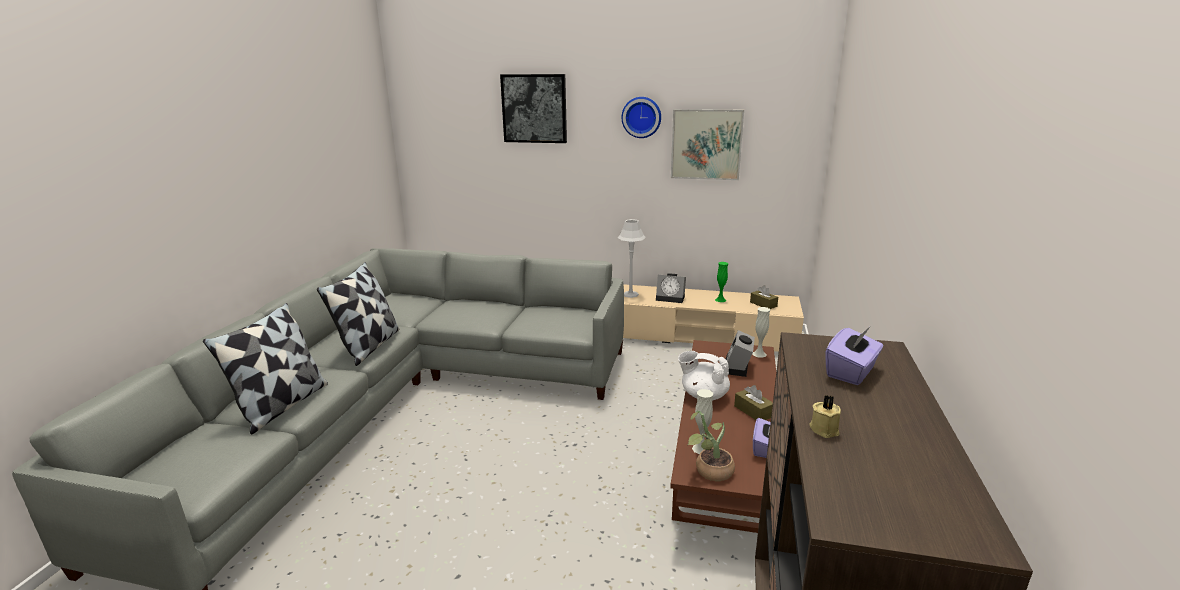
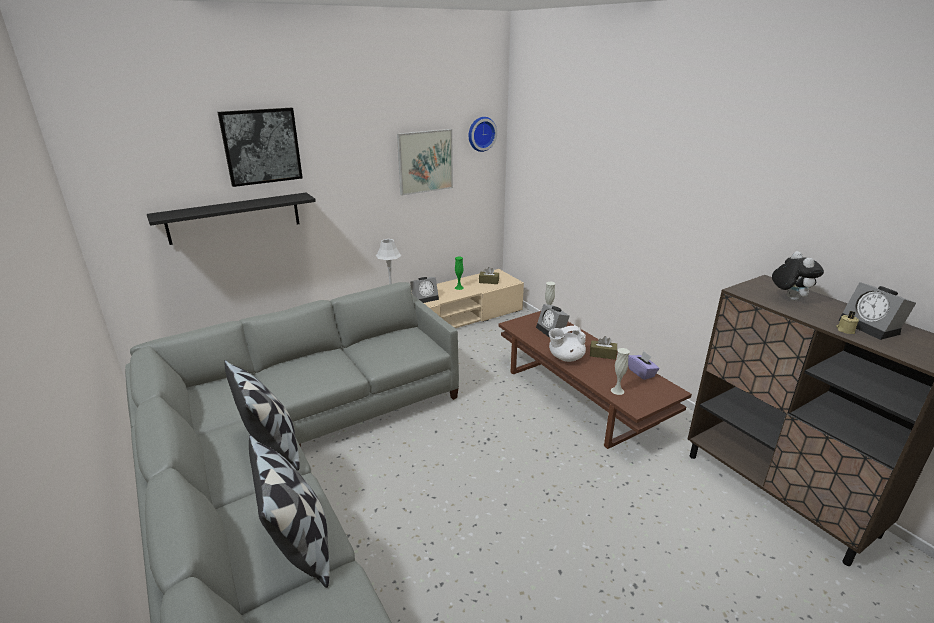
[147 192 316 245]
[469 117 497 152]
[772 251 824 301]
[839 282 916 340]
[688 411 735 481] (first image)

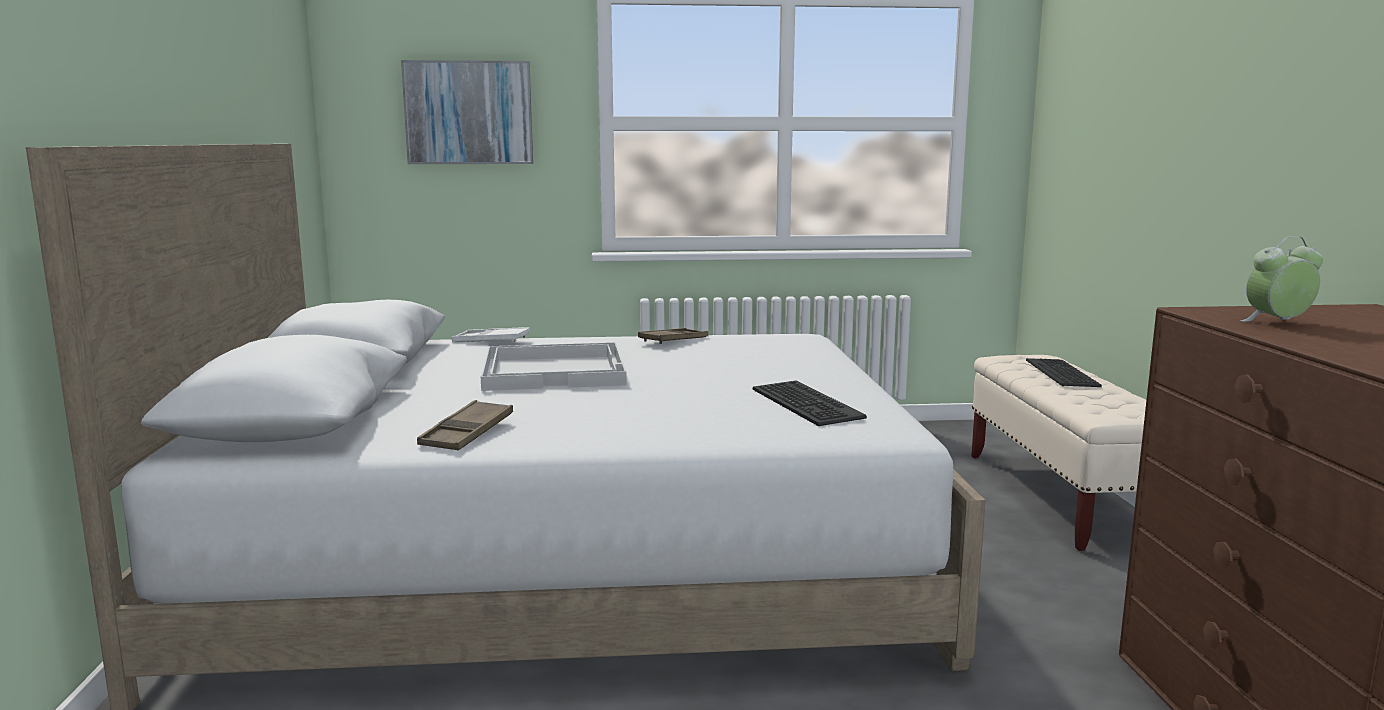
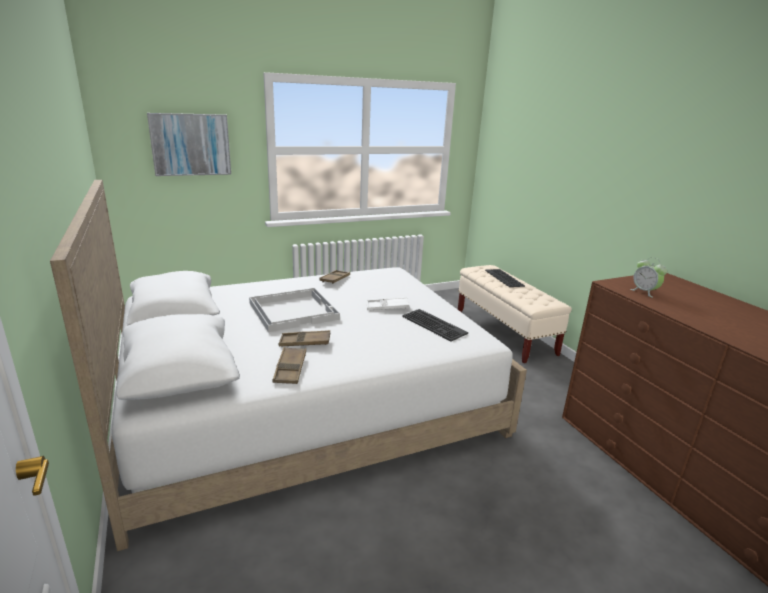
[279 330 330 346]
[367 297 409 310]
[630 257 667 298]

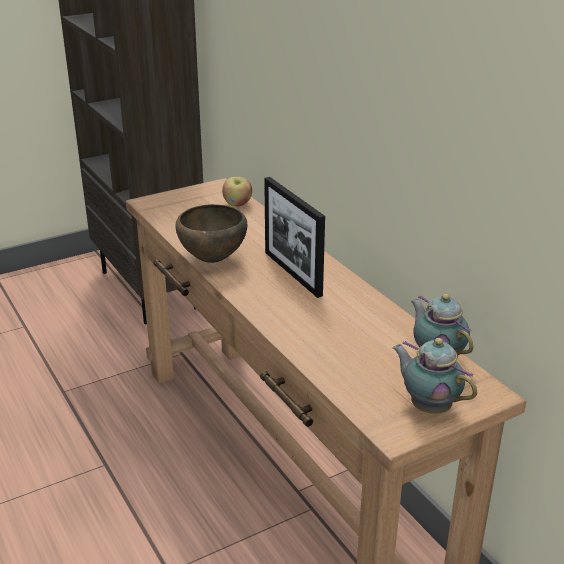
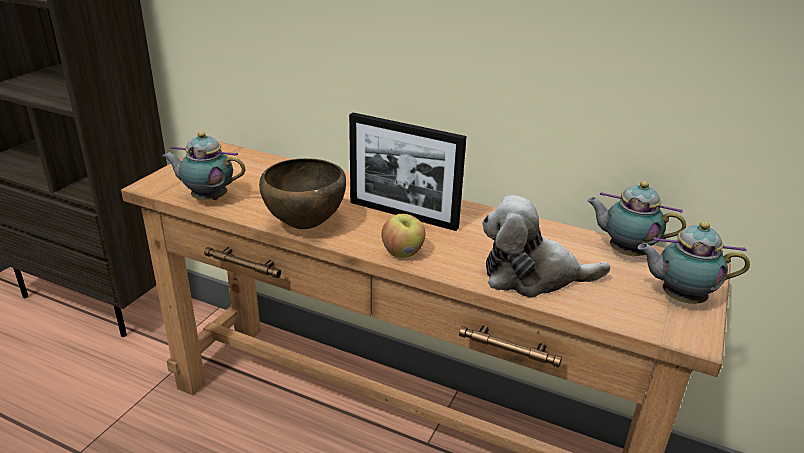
[162 132 246 200]
[381 214 425 258]
[482 195 610 298]

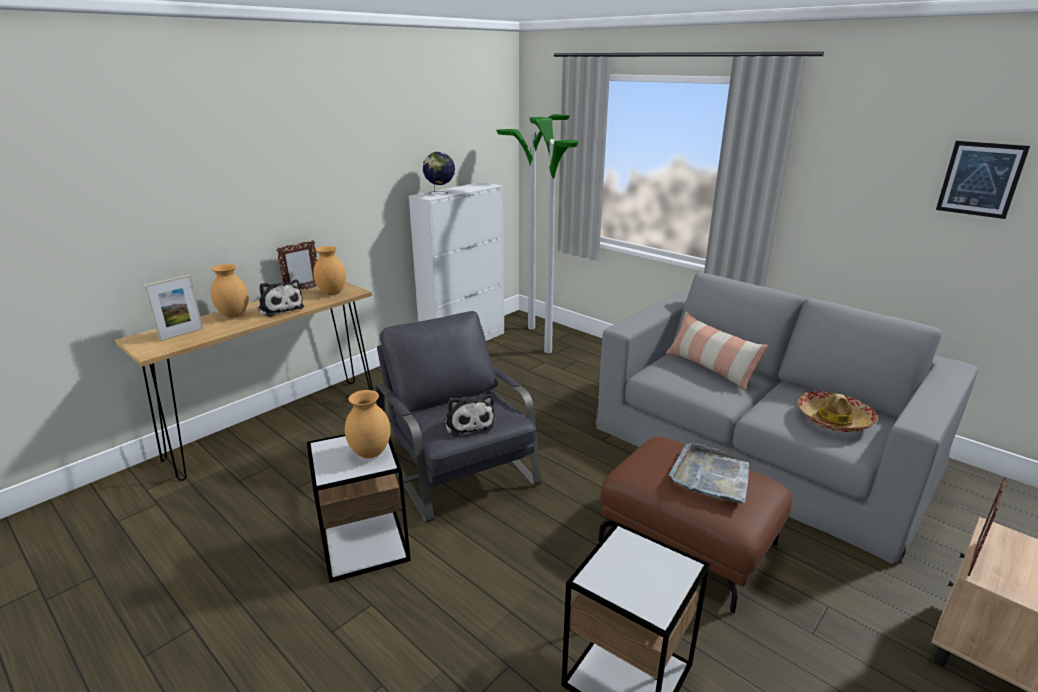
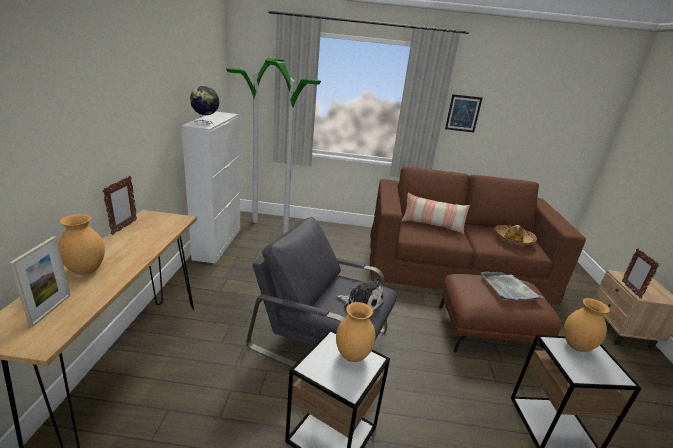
[369 167 586 305]
[445 94 482 132]
[564 298 610 352]
[258 279 304 317] (first image)

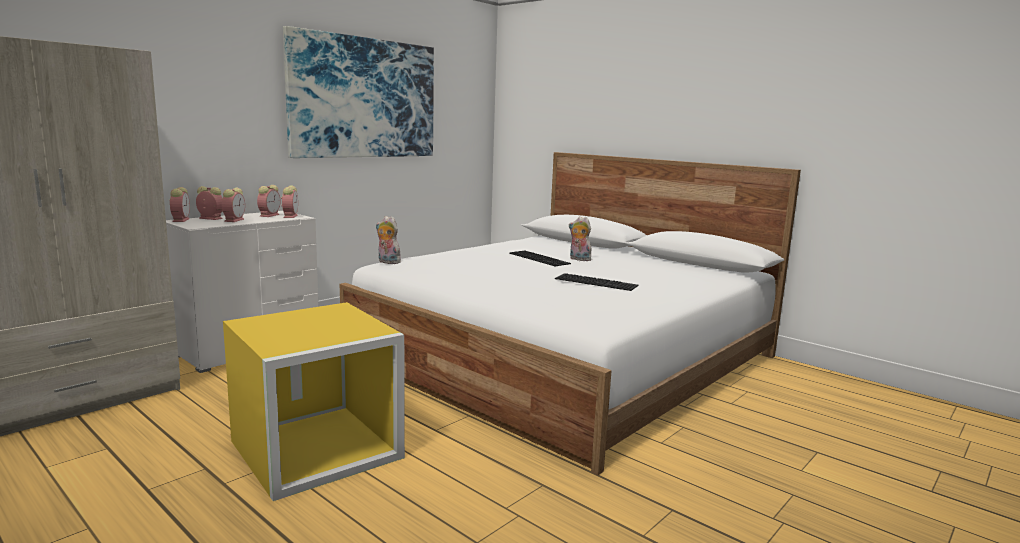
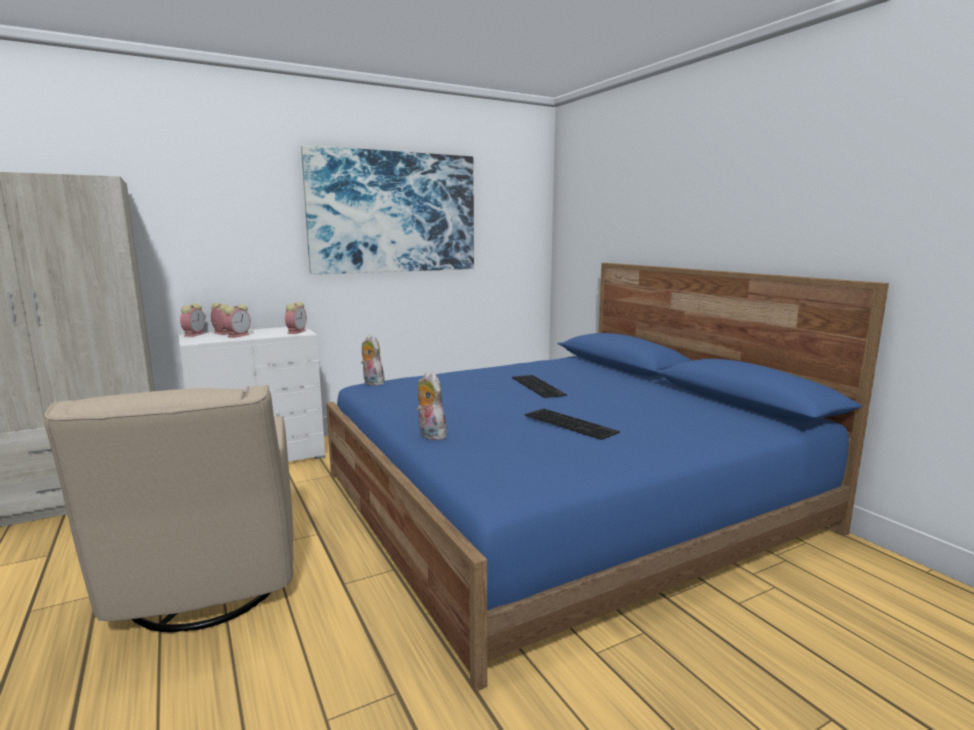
[44 385 294 633]
[326 263 889 692]
[417 371 449 440]
[257 185 281 217] (first image)

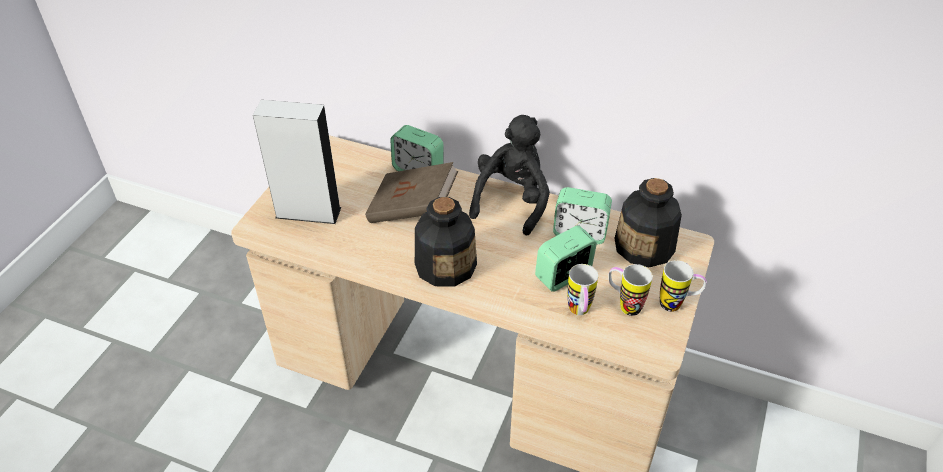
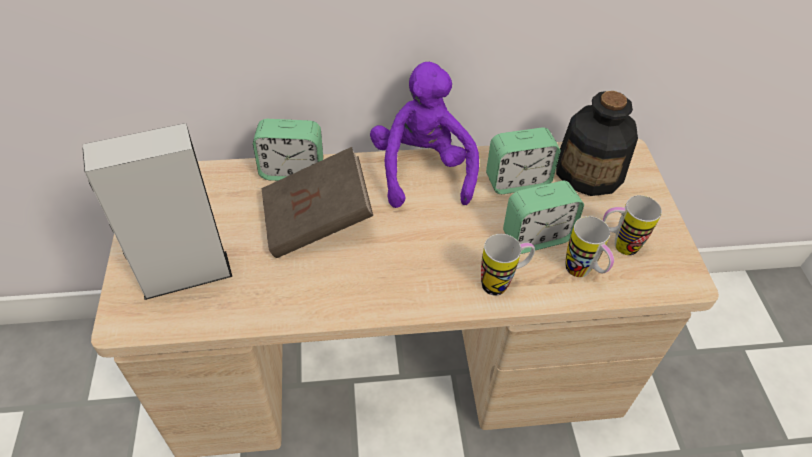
[370 62 479 208]
[481 234 535 296]
[503 181 584 254]
[415 197 477 287] (first image)

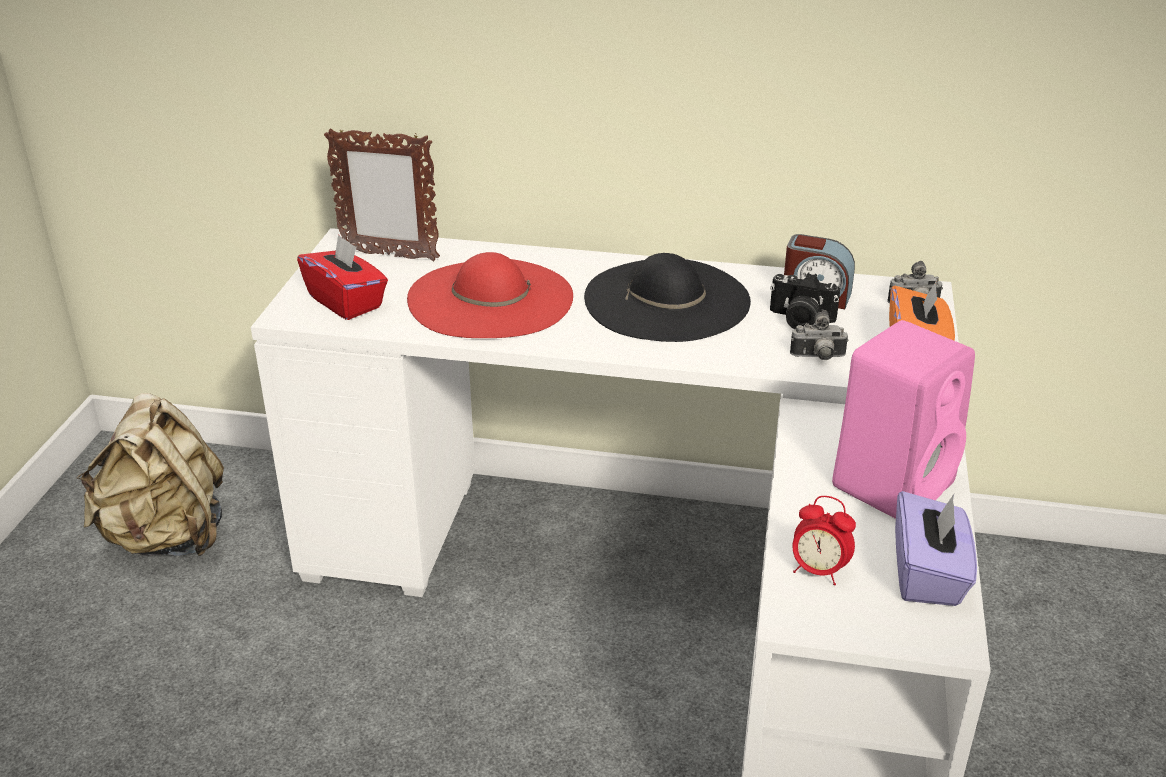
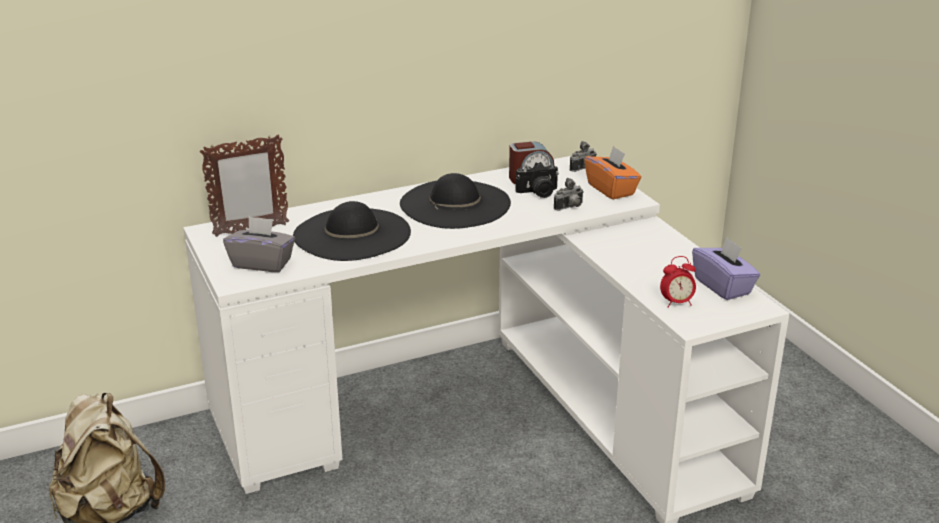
[223 216 295 272]
[293 201 411 261]
[832 320 975 519] (first image)

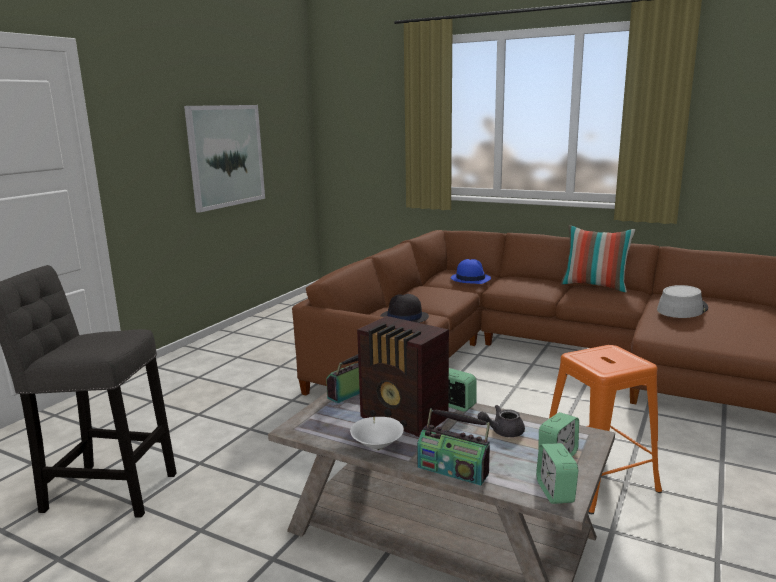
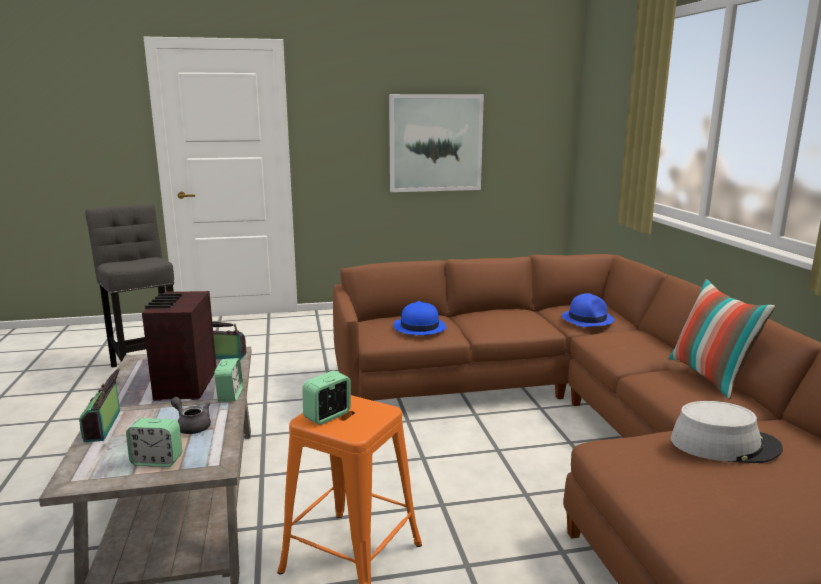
[302 371 351 425]
[394 301 446 335]
[350 417 404 451] (first image)

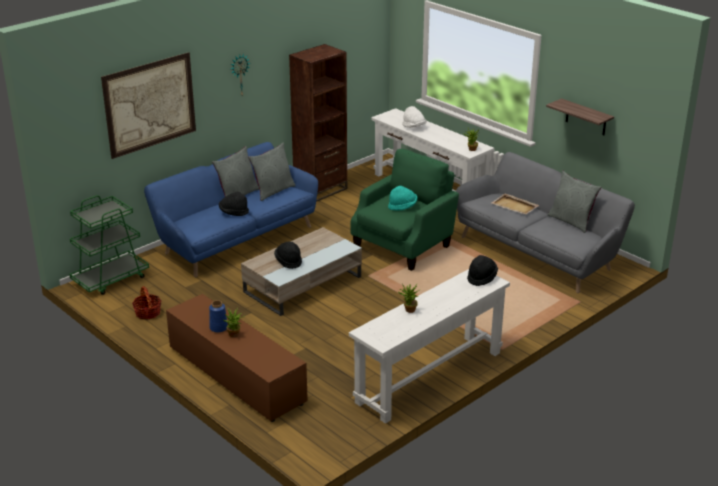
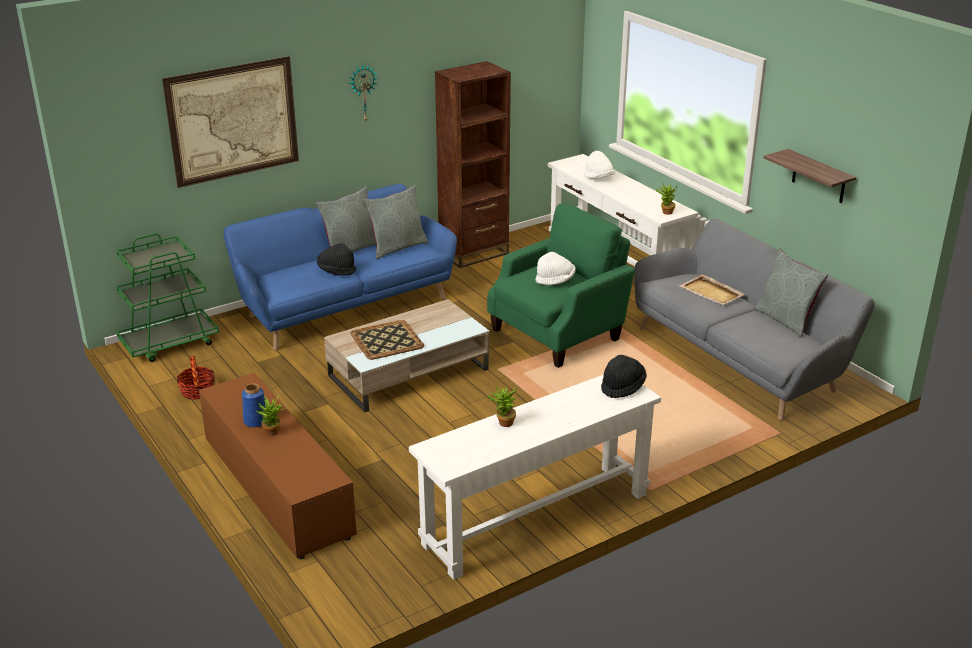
[350 320 424 360]
[535 252 575 285]

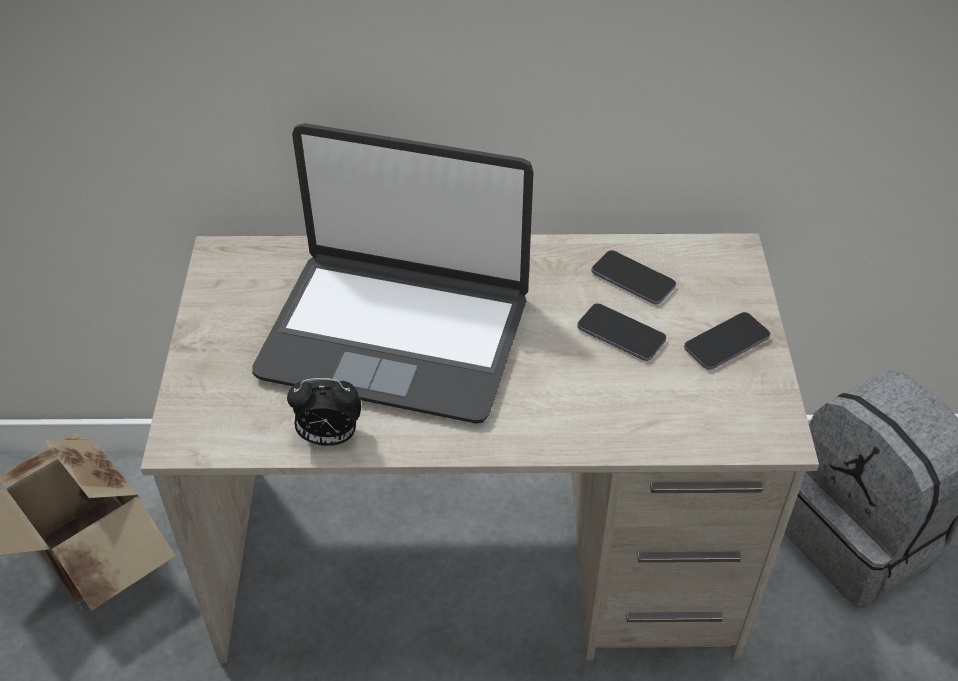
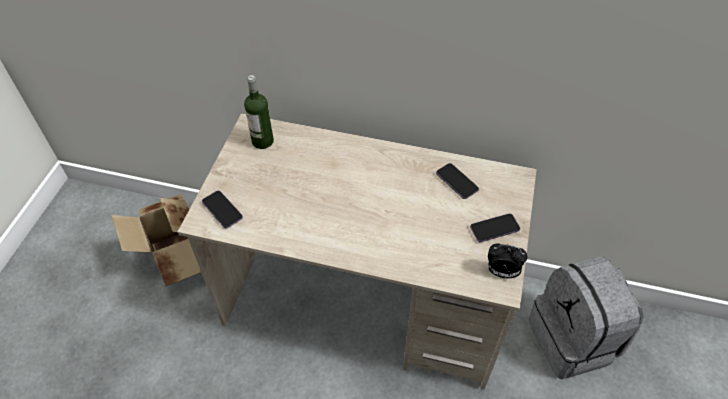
[202 191 243 228]
[244 75 274 149]
[488 243 528 278]
[252 123 534 423] (first image)

